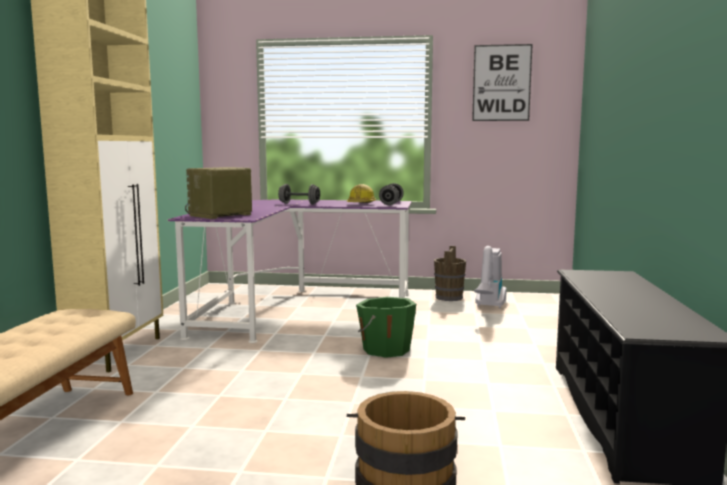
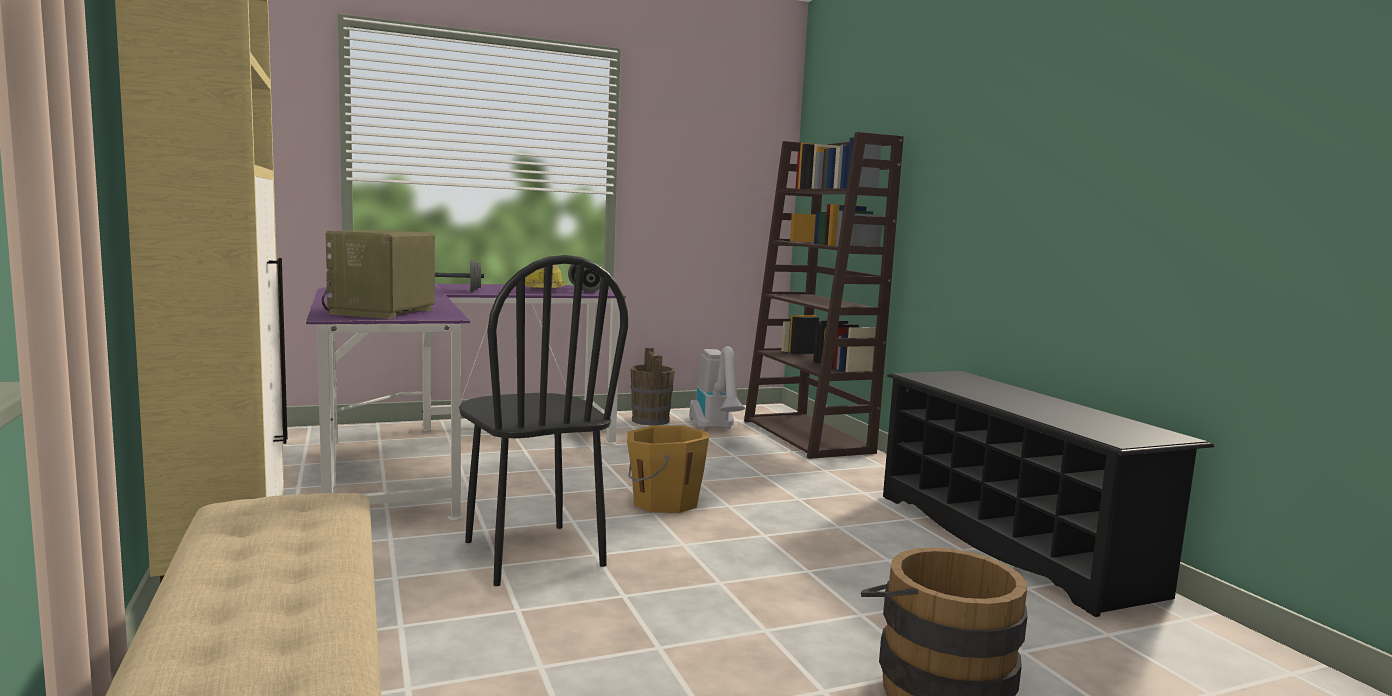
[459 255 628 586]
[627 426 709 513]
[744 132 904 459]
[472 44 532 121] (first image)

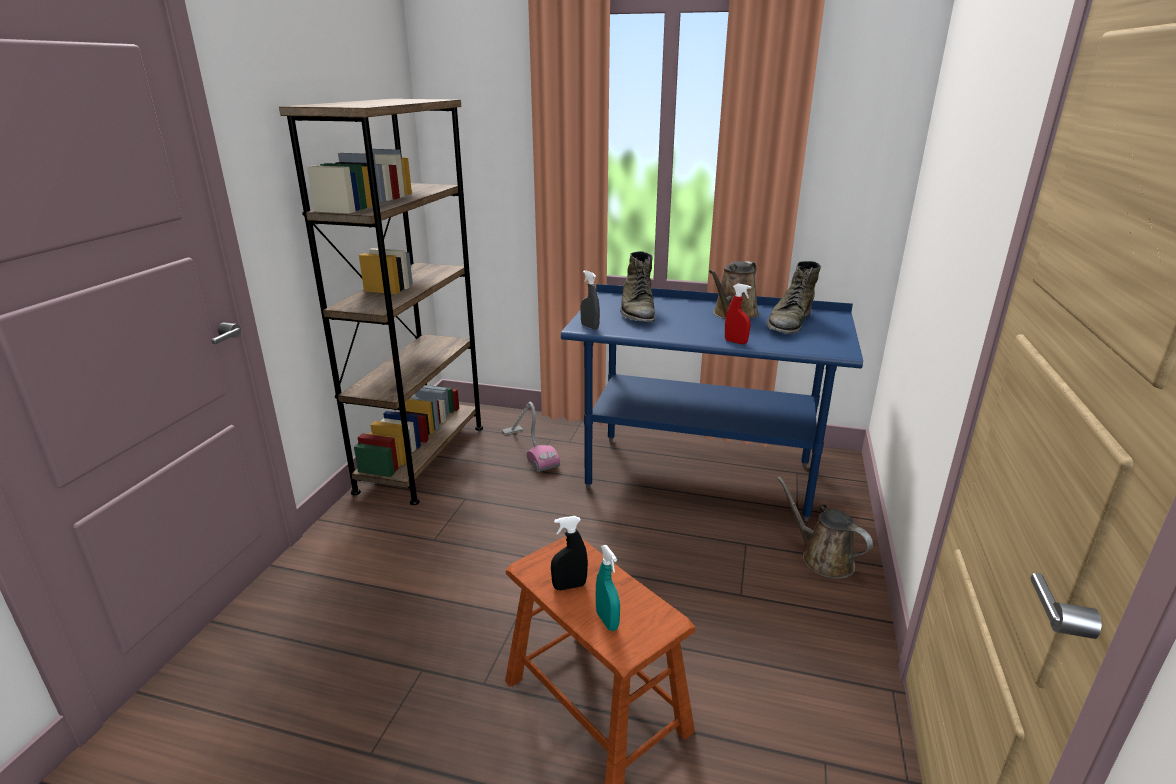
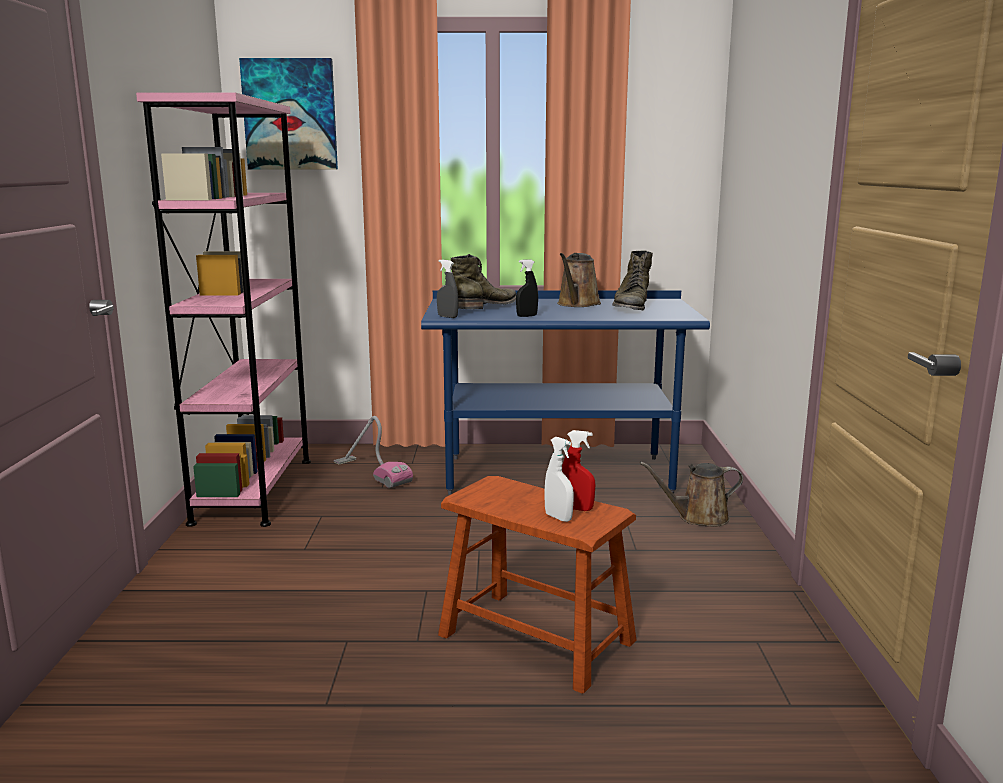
[136 92 311 527]
[239 58 338 170]
[451 254 516 310]
[516 259 538 317]
[544 437 574 522]
[562 430 595 511]
[640 462 743 527]

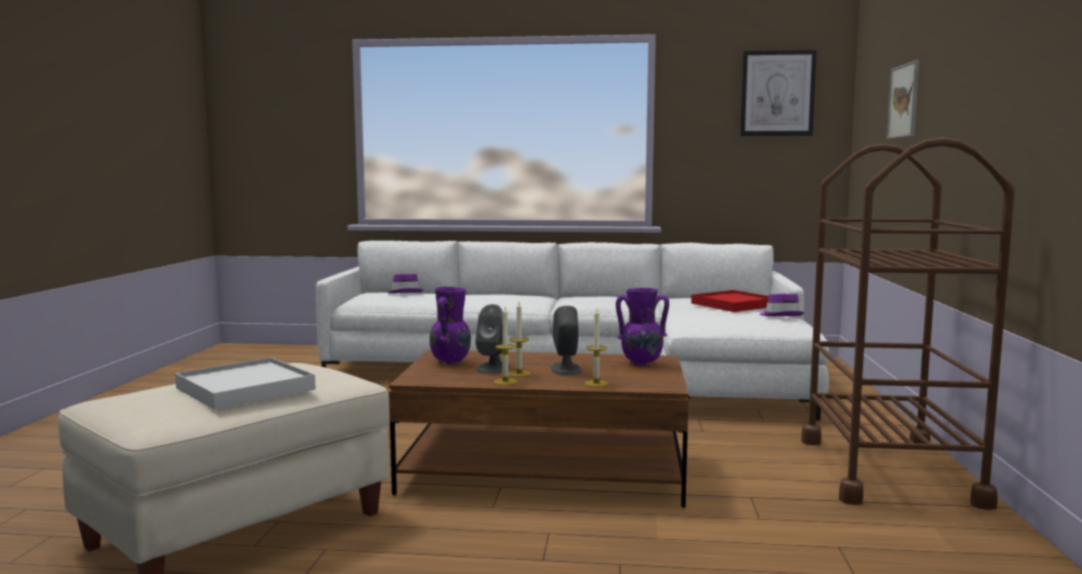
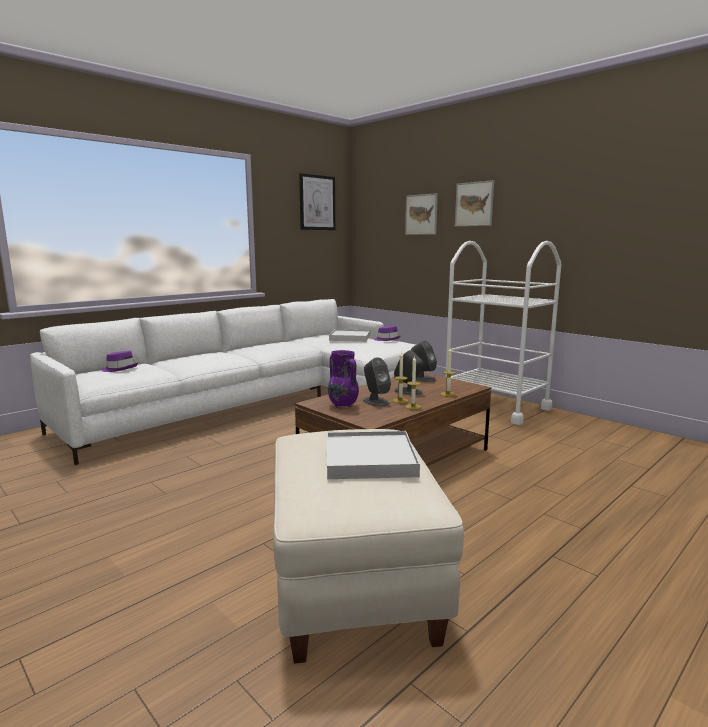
[329 329 370 342]
[411 341 437 382]
[445 241 561 425]
[455 180 494 227]

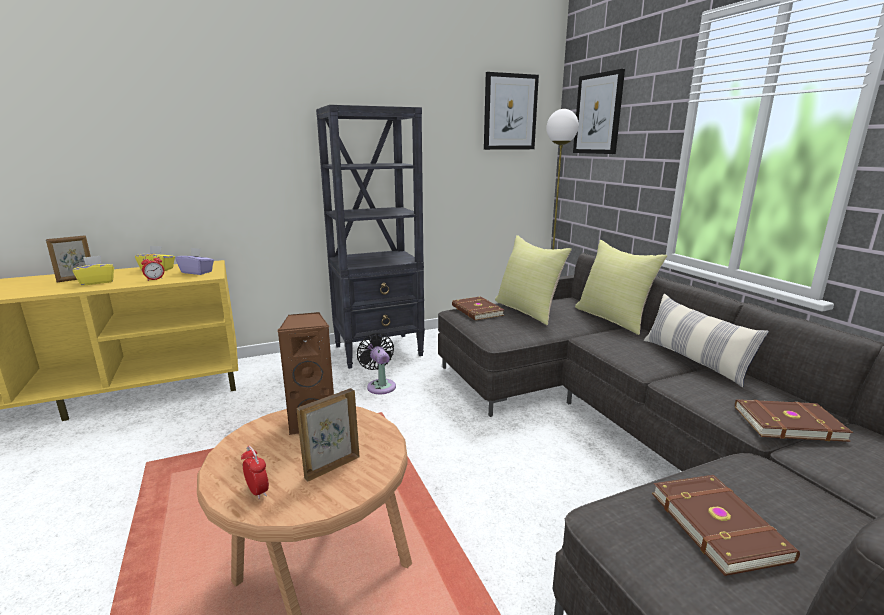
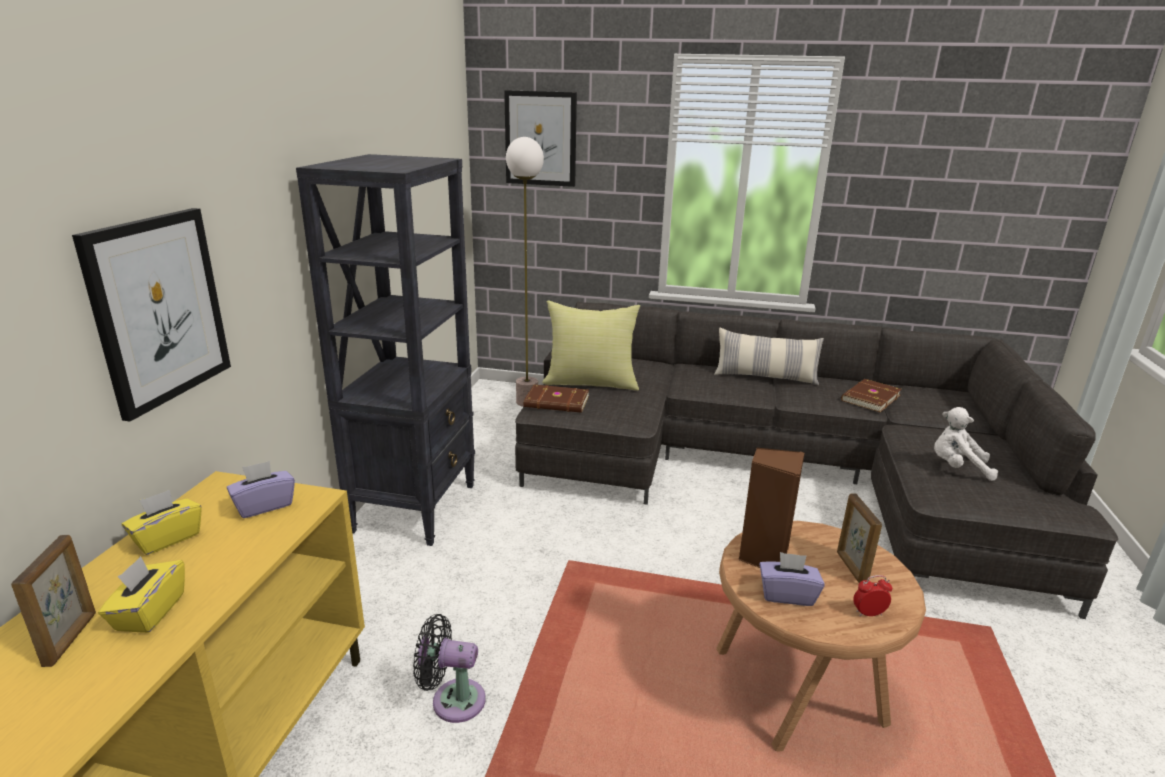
[72 208 231 422]
[413 614 485 723]
[759 552 825 606]
[934 407 998 481]
[141 254 164 281] (first image)
[575 240 667 335] (first image)

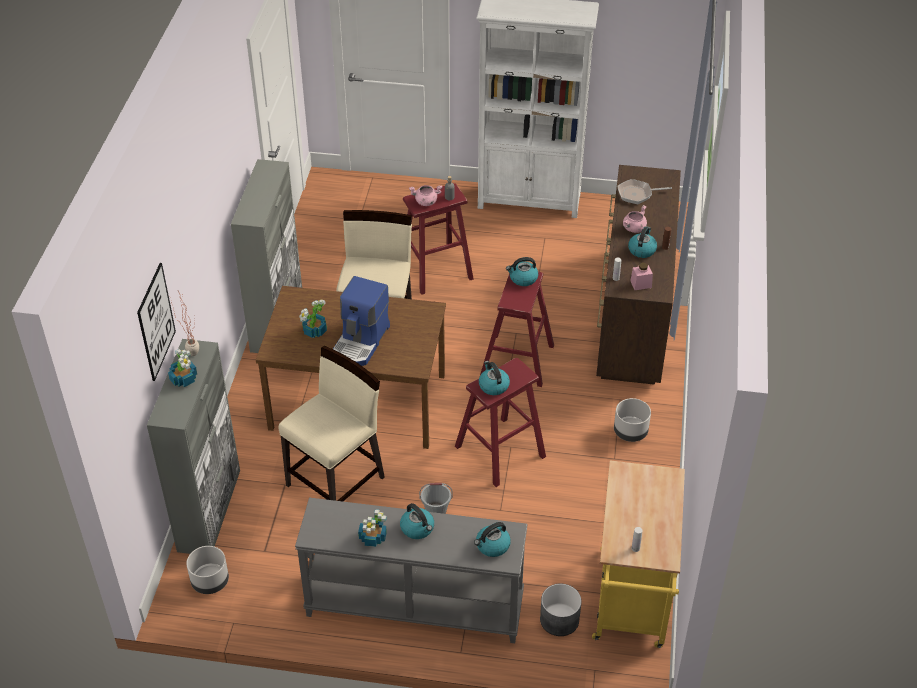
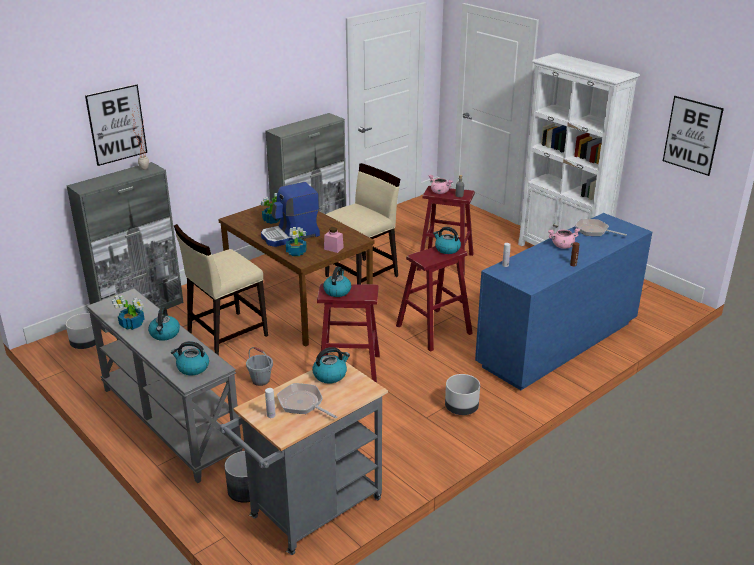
[174 224 268 355]
[220 362 388 555]
[277 383 337 419]
[286 227 307 256]
[313 347 350 384]
[324 227 344 253]
[475 213 652 390]
[663 96 724 176]

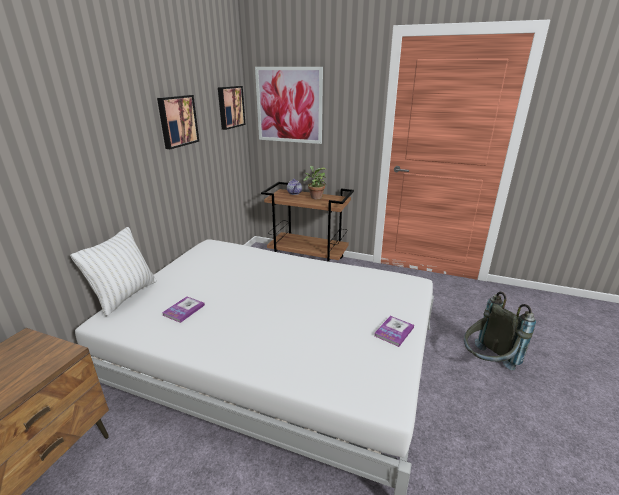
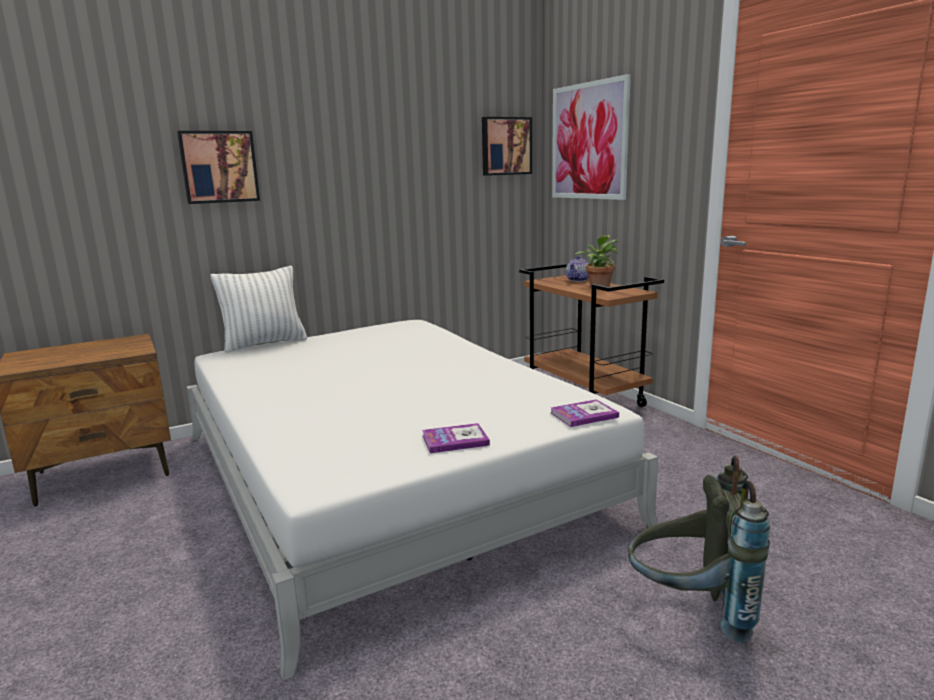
[177 131 260 204]
[551 399 619 427]

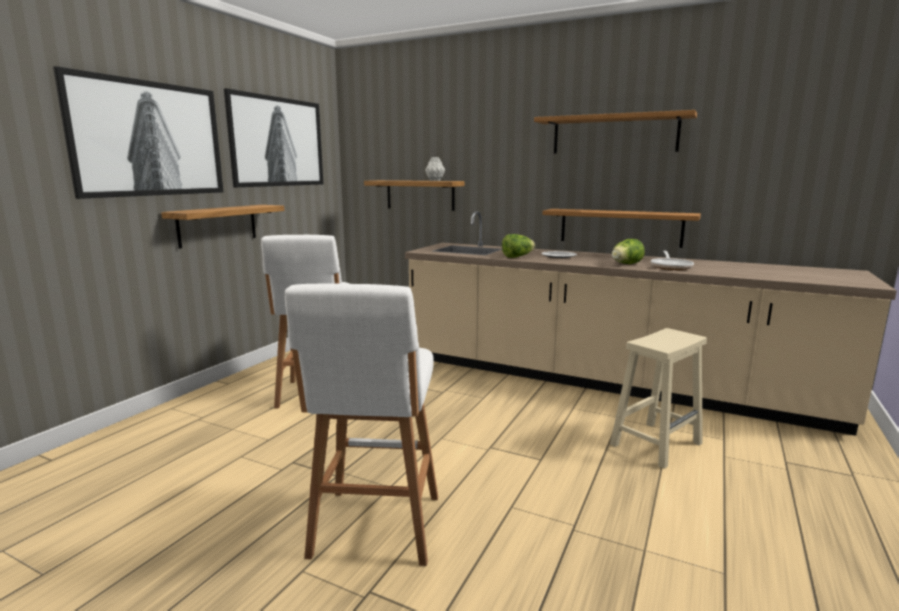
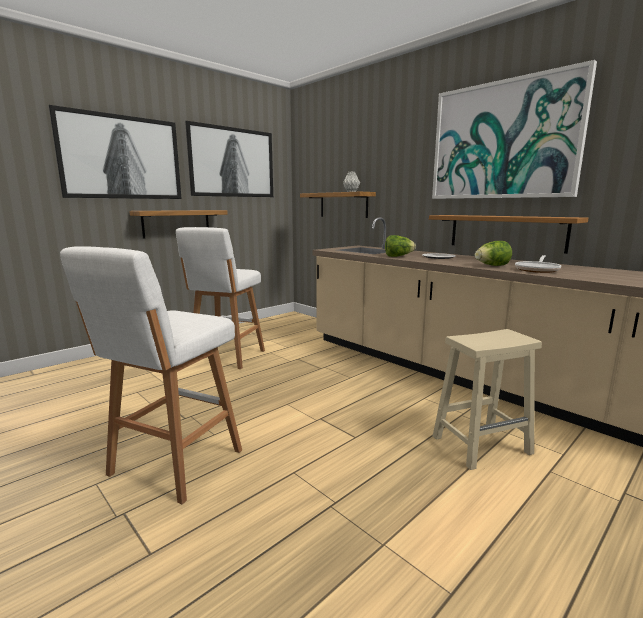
[432 60 597 199]

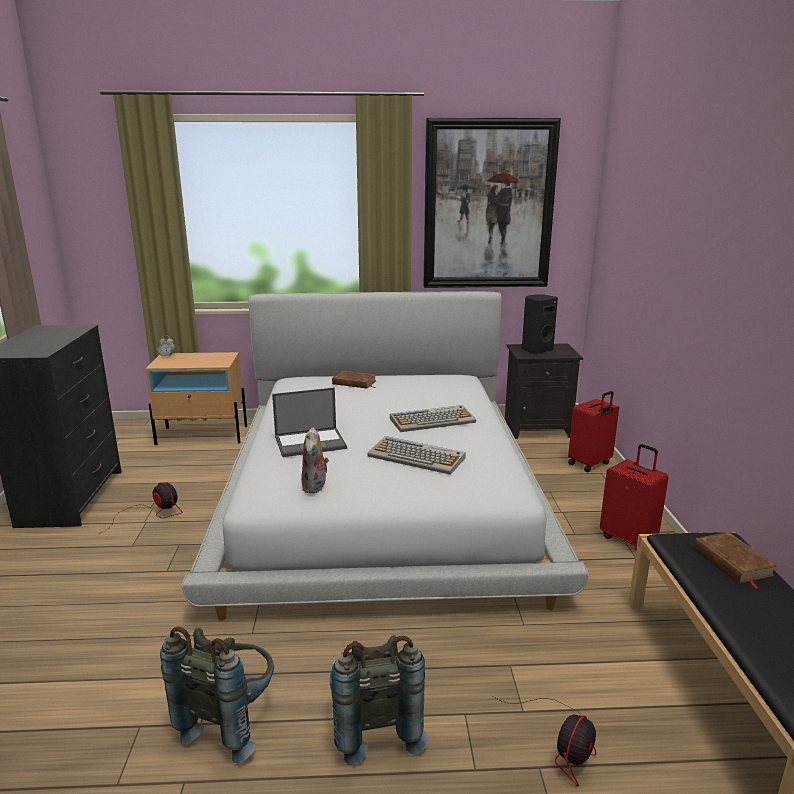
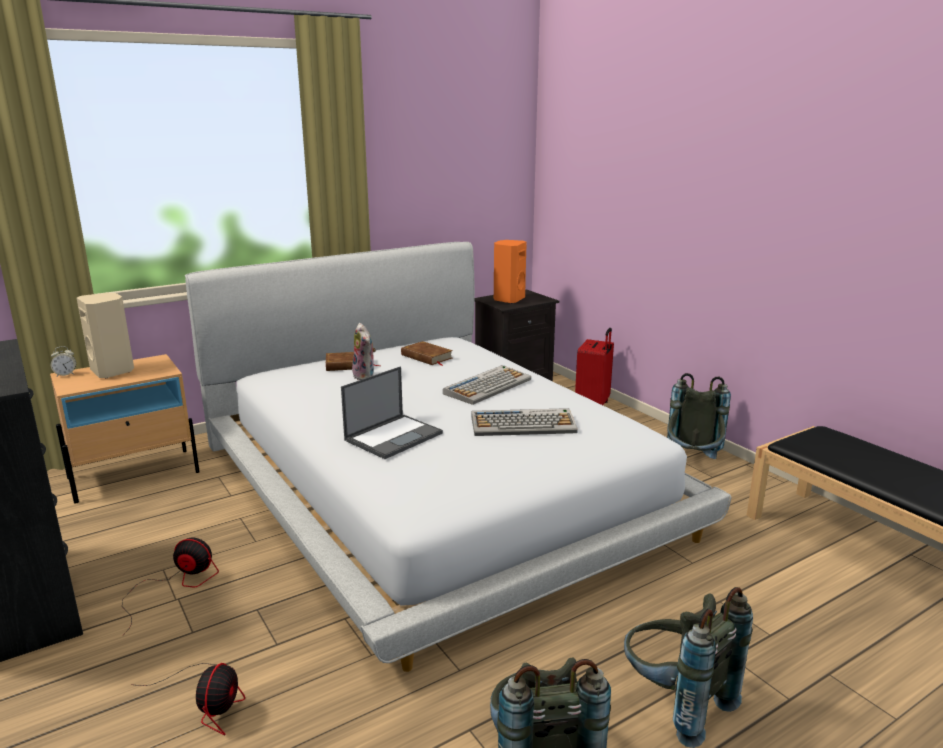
[77 293 134 378]
[131 663 245 735]
[352 323 376 380]
[401 341 453 366]
[494 240 527 304]
[667 373 731 459]
[424 118 561 288] (first image)

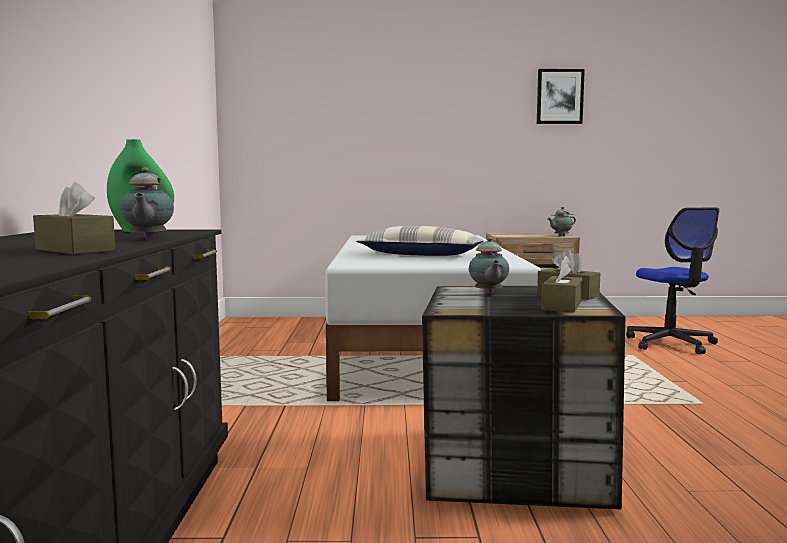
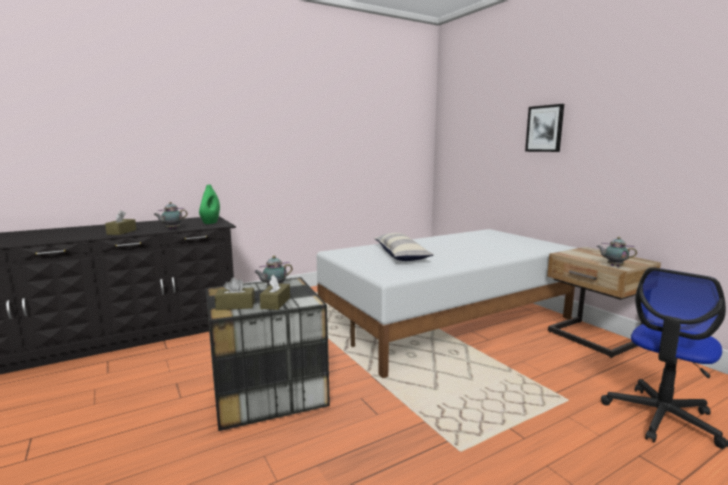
[525 104 564 152]

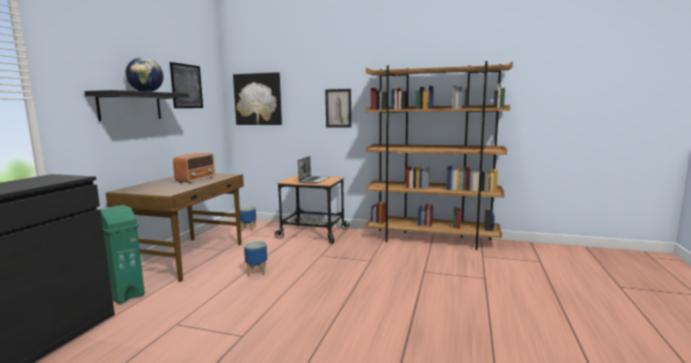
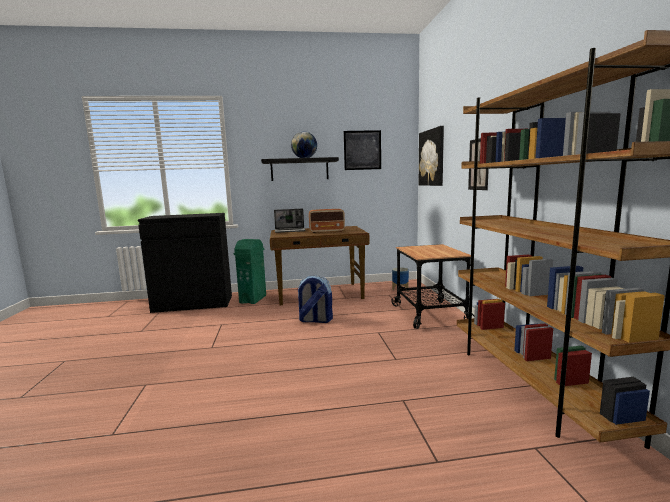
[274 209 305 233]
[297 275 333 323]

